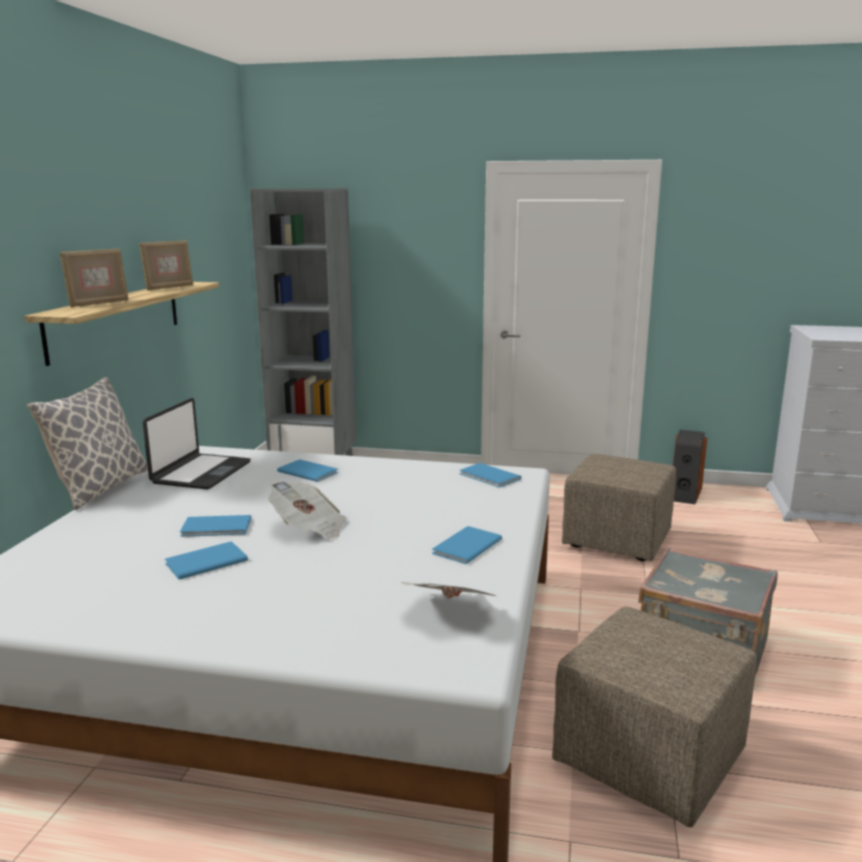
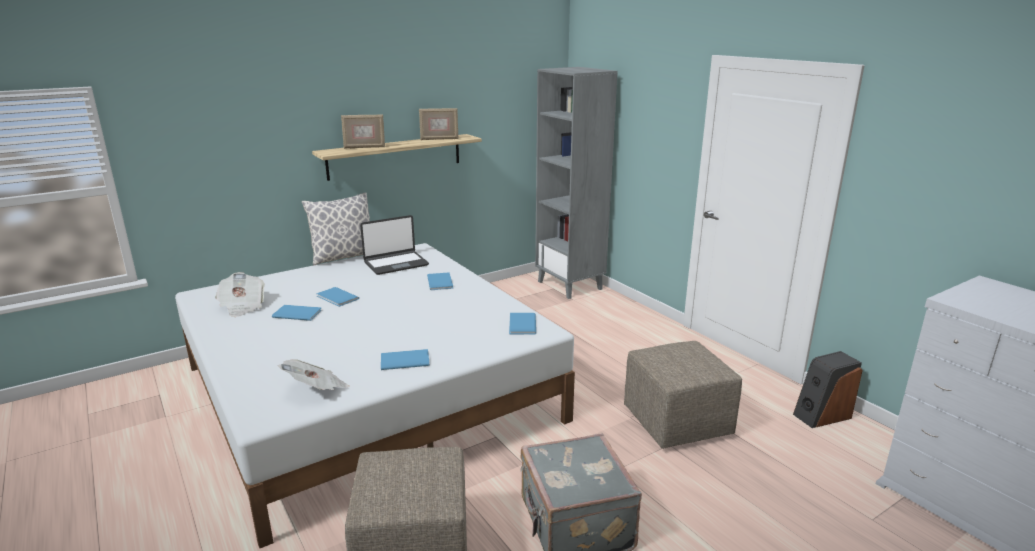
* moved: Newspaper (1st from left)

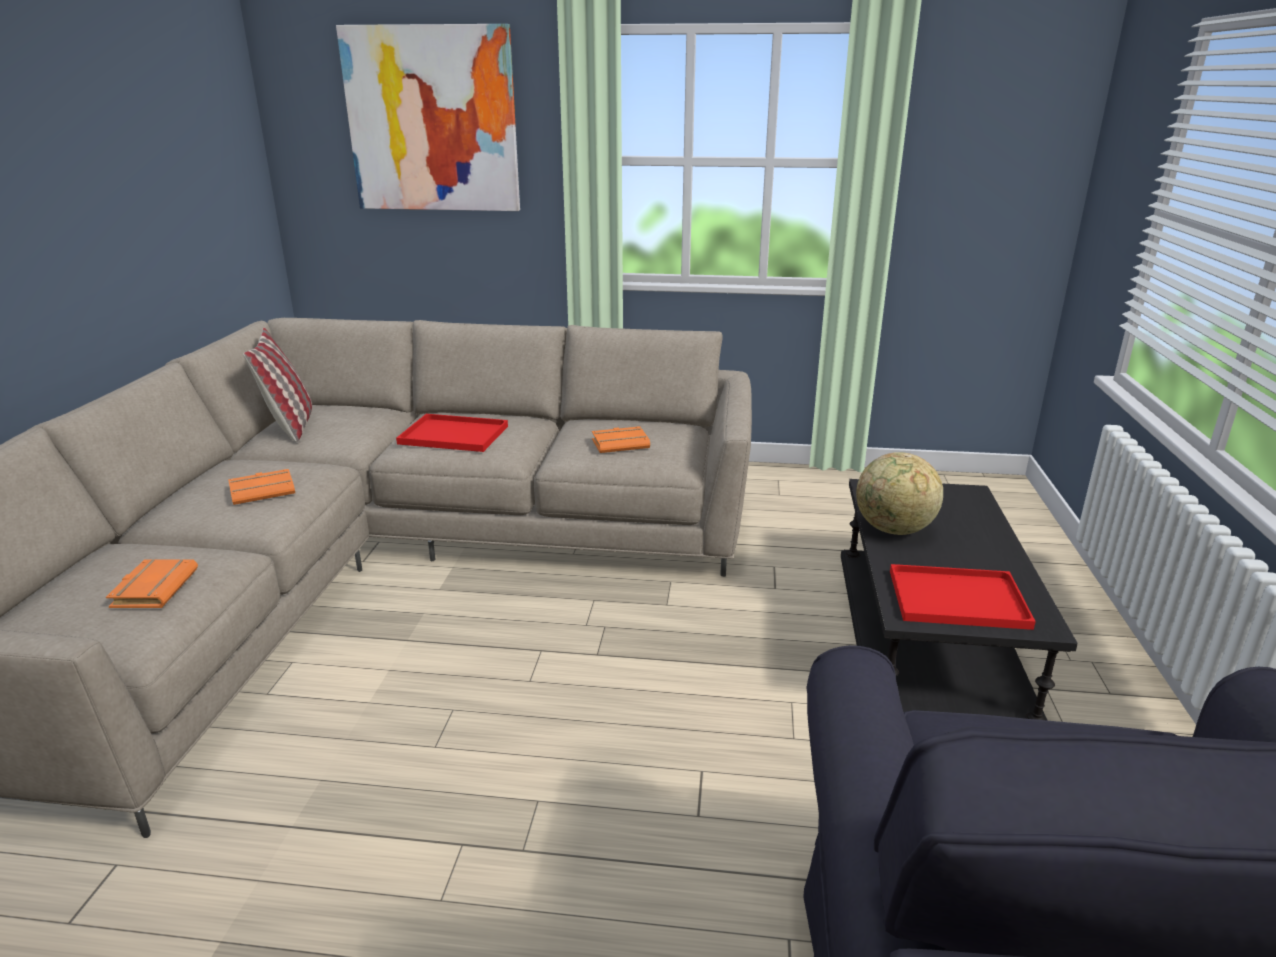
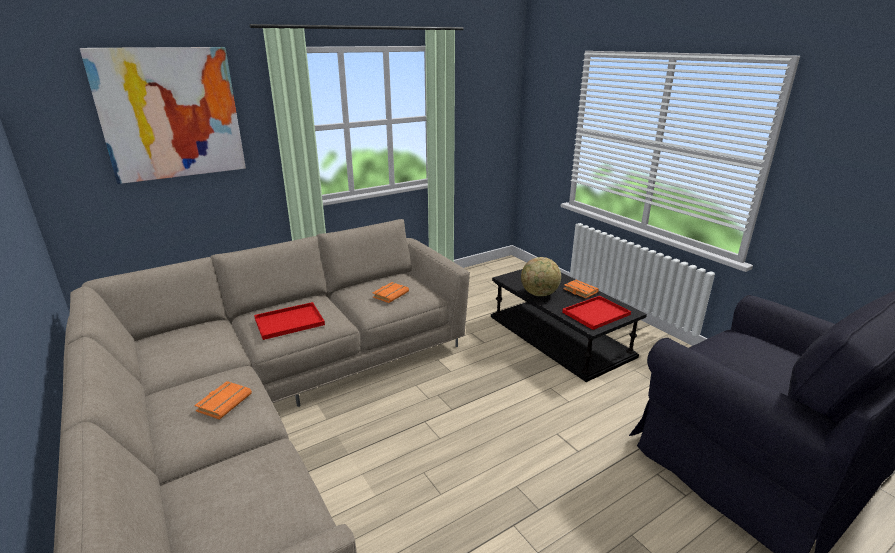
* moved: OrangeBook (1st from left in the first image) to OrangeBook (3rd from left)
* removed: Pillow

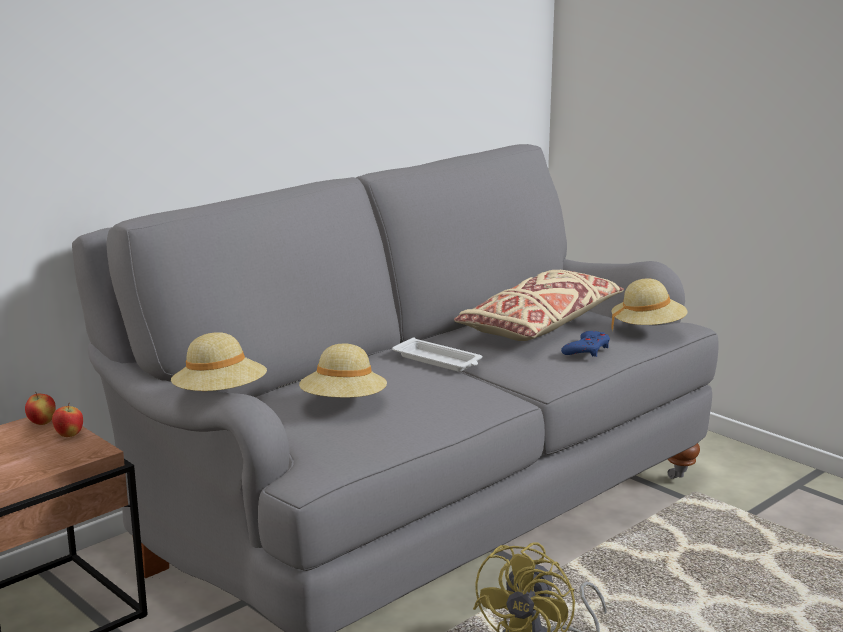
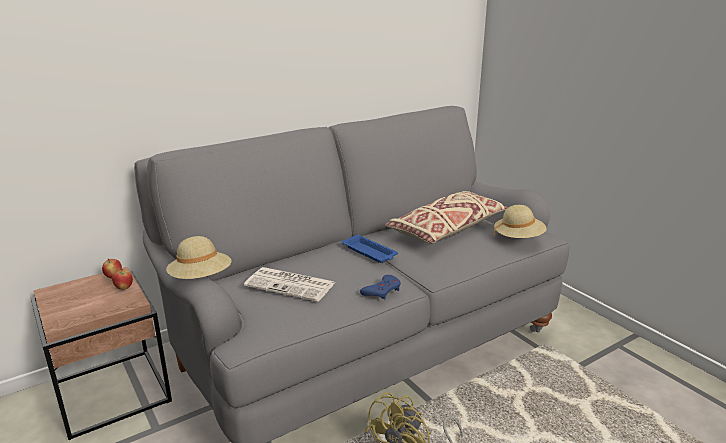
* replaced: BeigeHat (2nd from left) to Newspaper
* recoloured: WhiteTray to BlueTray
* moved: BlueGameController

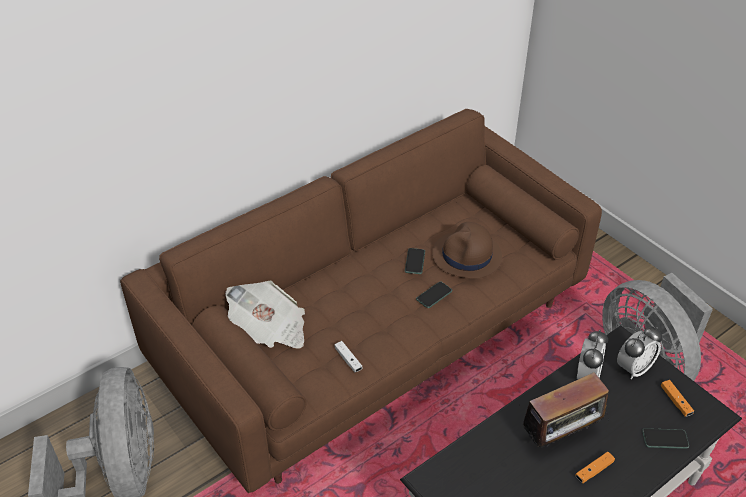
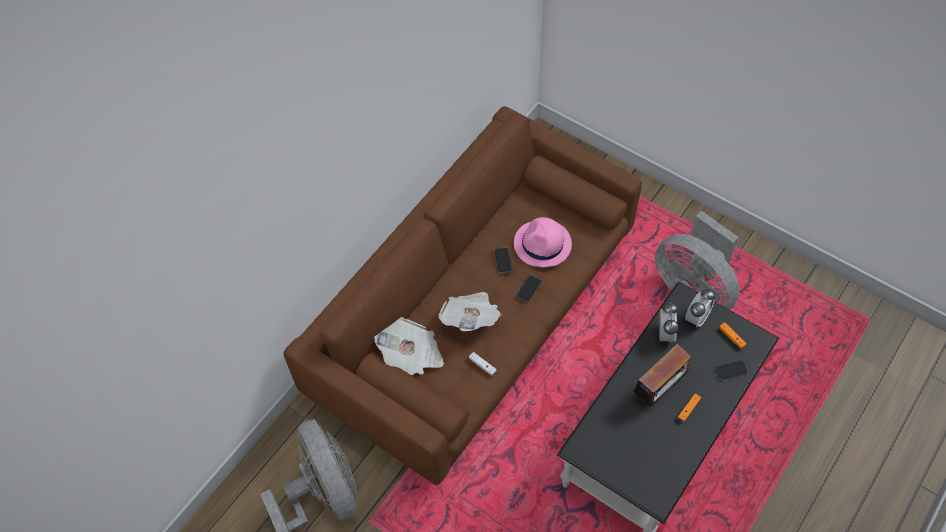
* recoloured: BrownHat to PinkHat
* added: Newspaper (2nd from left)

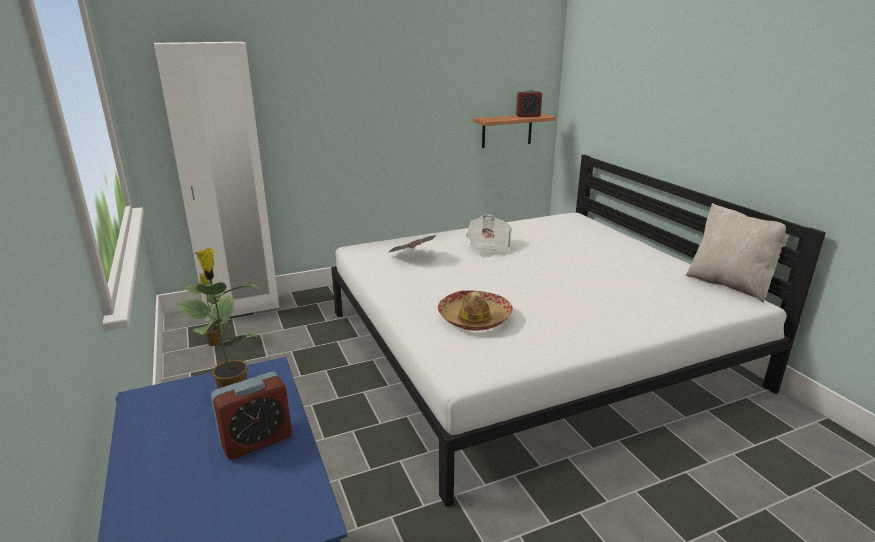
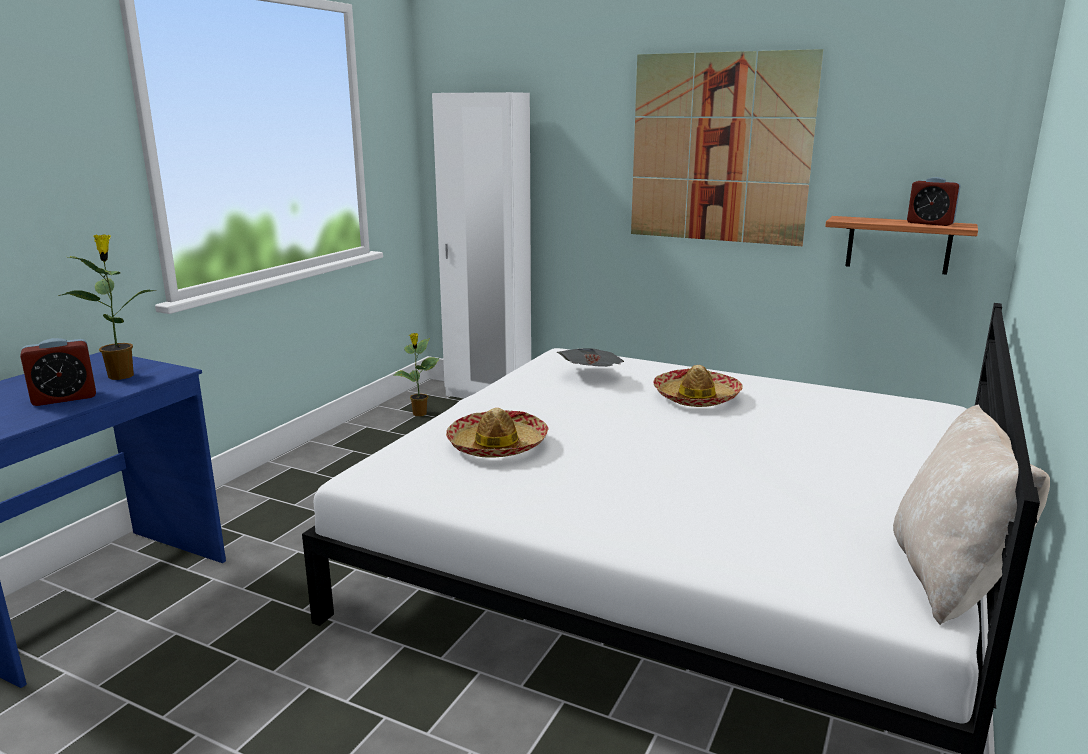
* turned: AlarmClock (1st from left) 45 degrees counterclockwise
* replaced: Newspaper (2nd from left) to Hat (2nd from left)
* added: Picture

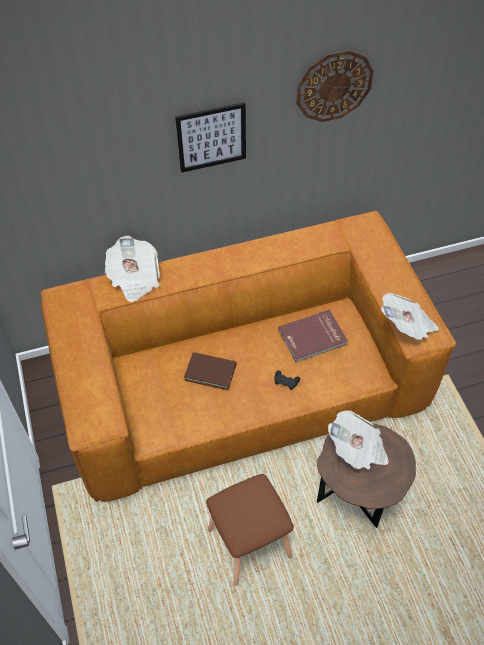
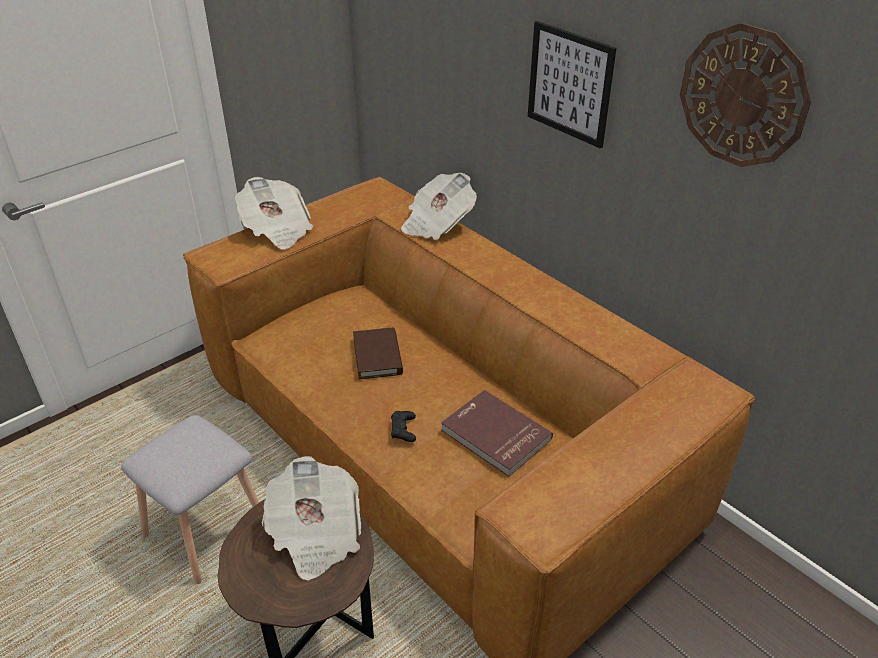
* recoloured: BrownStool to GreyStool
* moved: Newspaper (3rd from left in the first image) to Newspaper (1st from left)

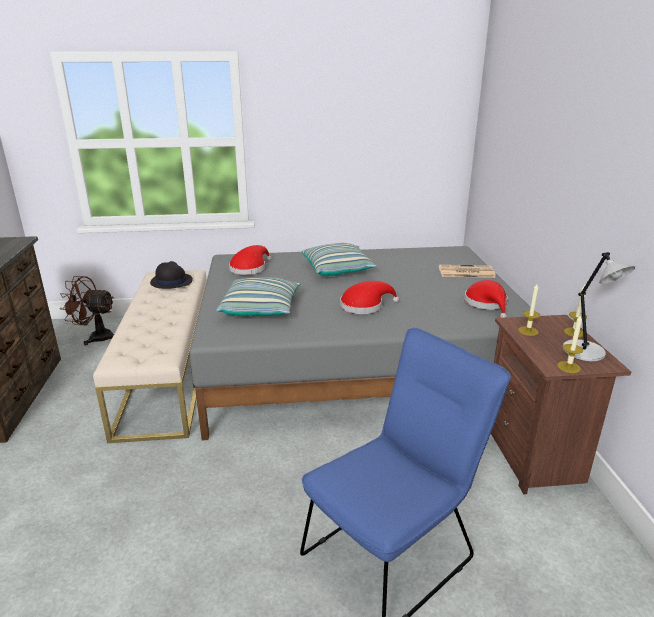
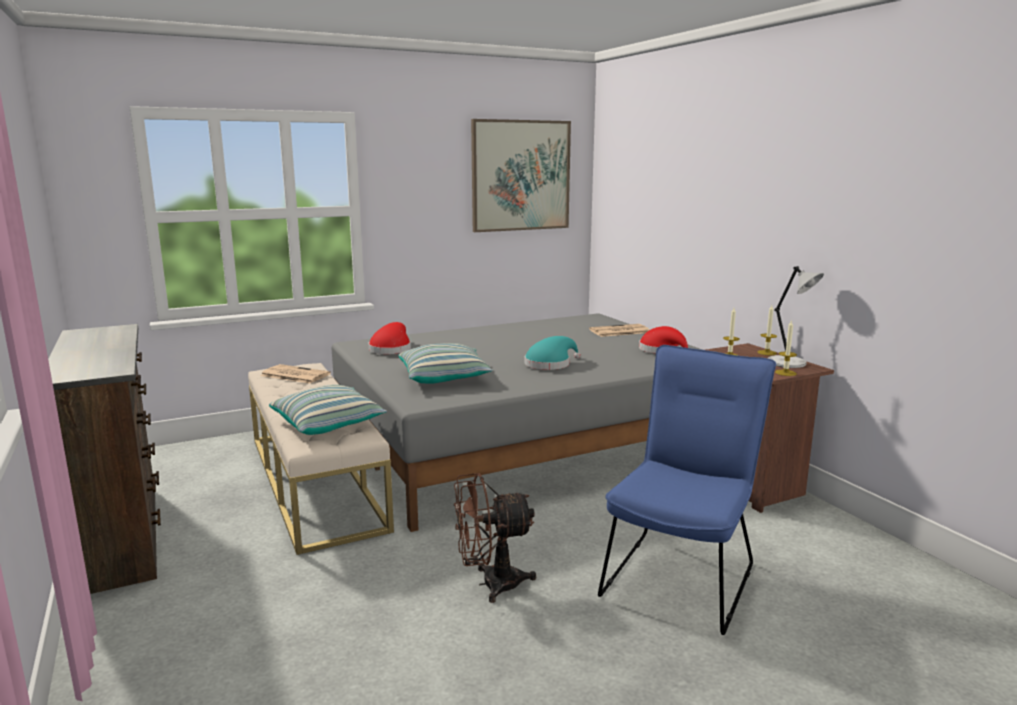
* moved: BrownFan
* replaced: BlackHat to Newspaper (1st from left)
* moved: Pillow (2nd from left in the first image) to Pillow (1st from left)
* recoloured: RedHat (2nd from left) to TurquoiseHat
* added: Picture

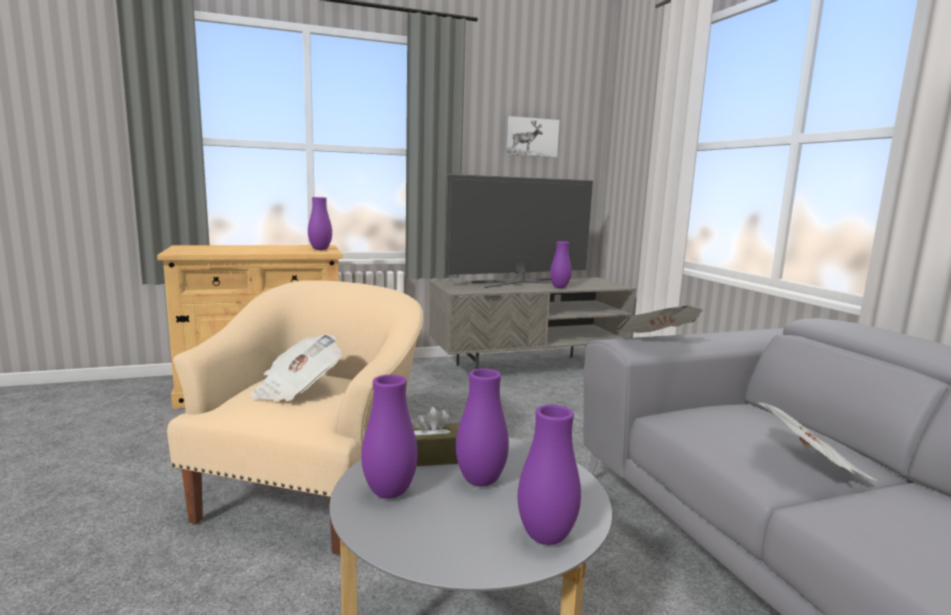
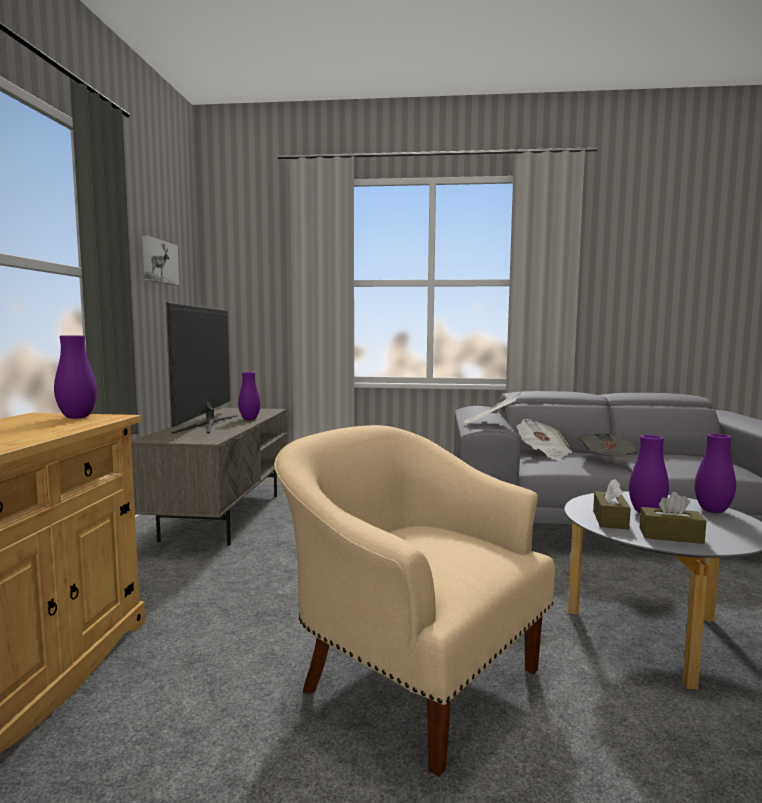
* moved: Newspaper (1st from left in the first image) to Newspaper (2nd from left)
* replaced: PurpleVase (2nd from left) to BrownTissueBox (2nd from left)

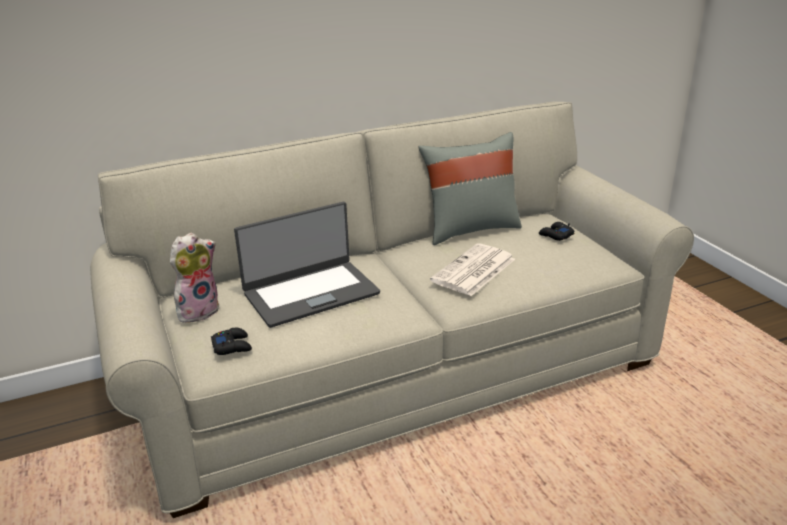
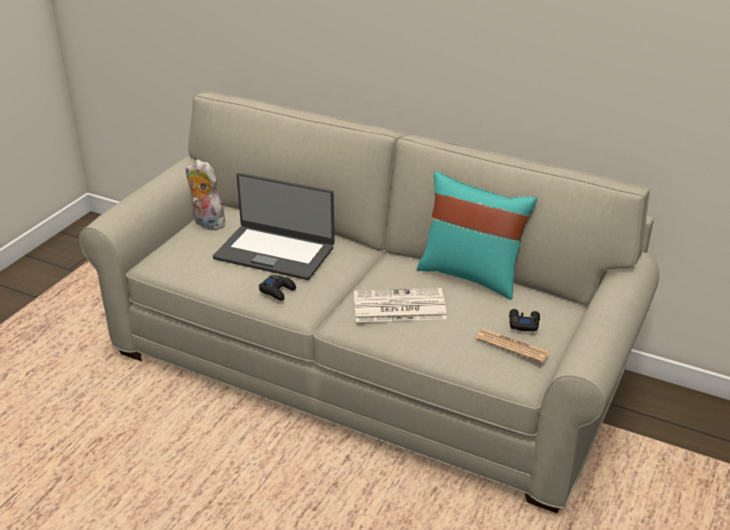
* turned: PlushToy 150 degrees counterclockwise
* moved: BlackGameController (1st from left)
* recoloured: GreyPillow to TurquoisePillow
* added: Newspaper (2nd from left)

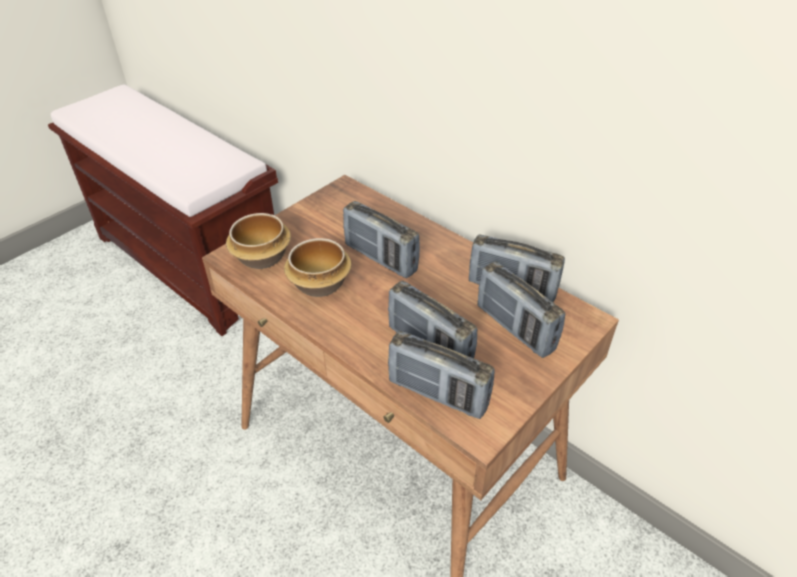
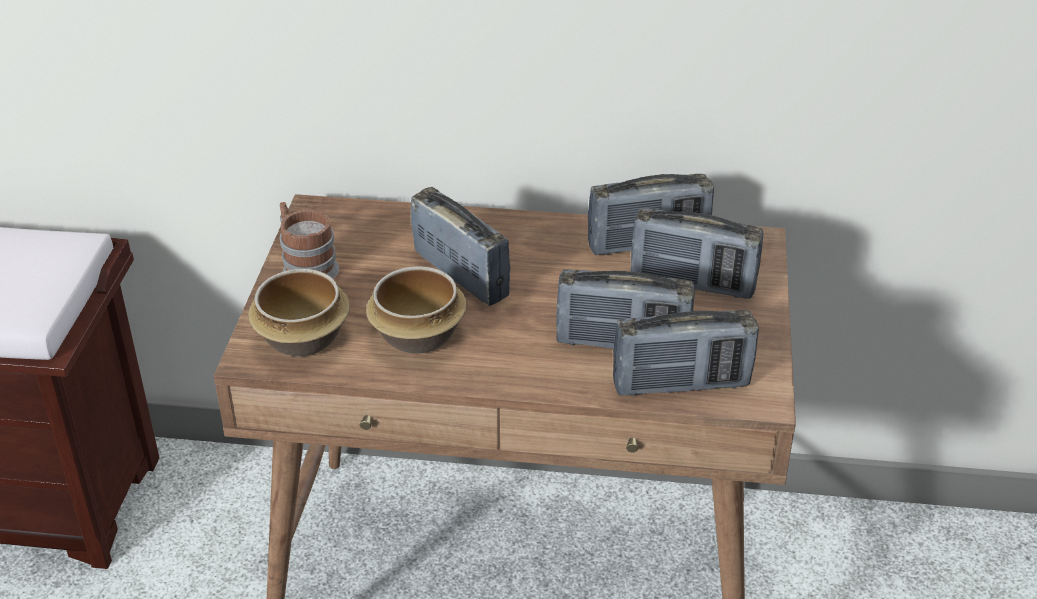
* turned: Radio (1st from left) 135 degrees counterclockwise
* added: Mug

